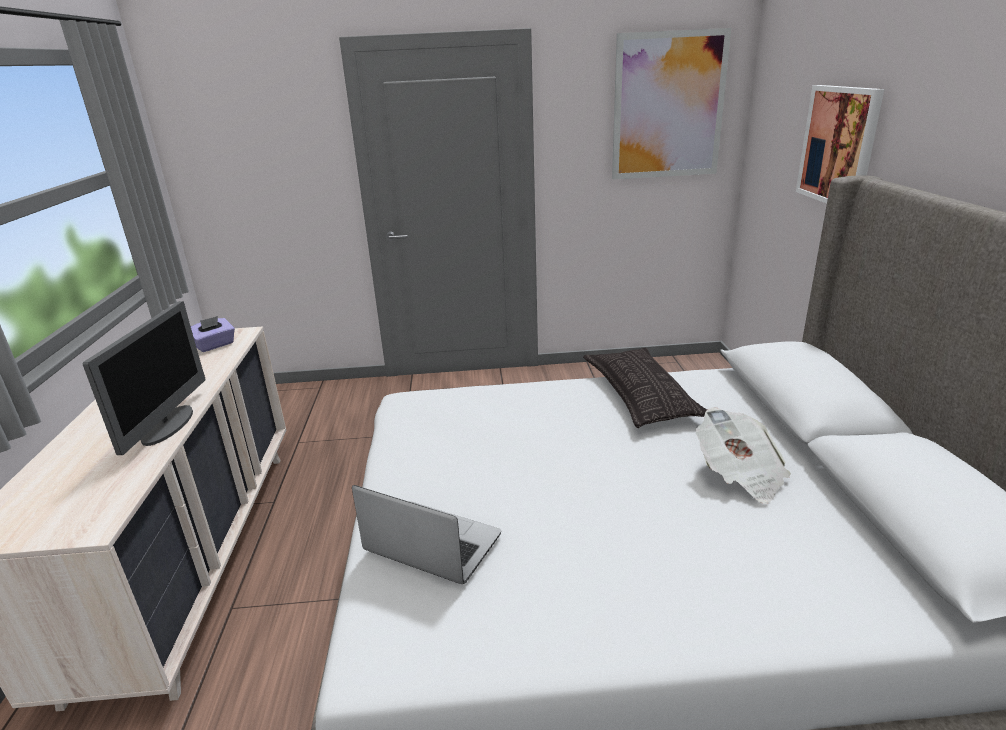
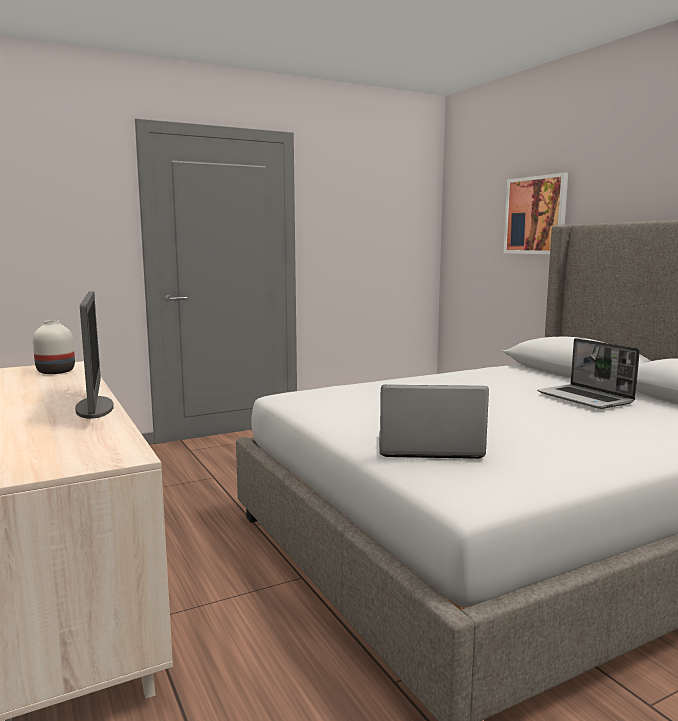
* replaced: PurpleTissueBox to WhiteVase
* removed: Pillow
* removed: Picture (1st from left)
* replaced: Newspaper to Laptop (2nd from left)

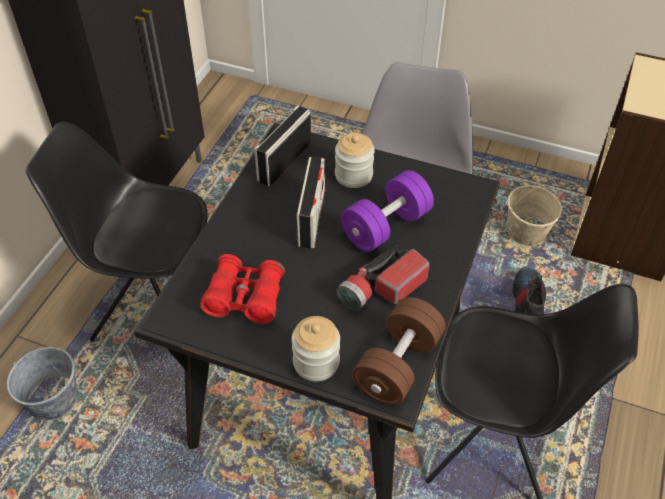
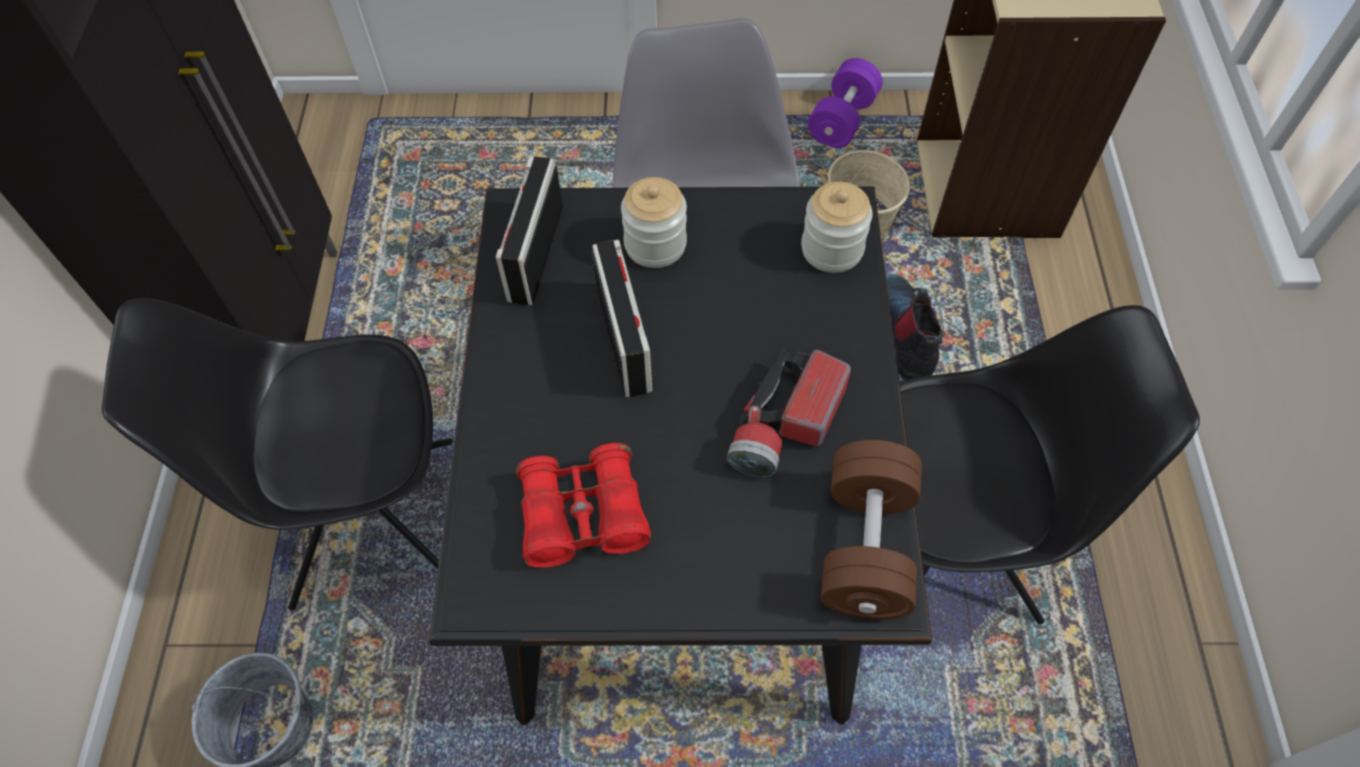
* moved: Jar (1st from left in the first image) to Jar (2nd from left)
* moved: PurpleDumbbell

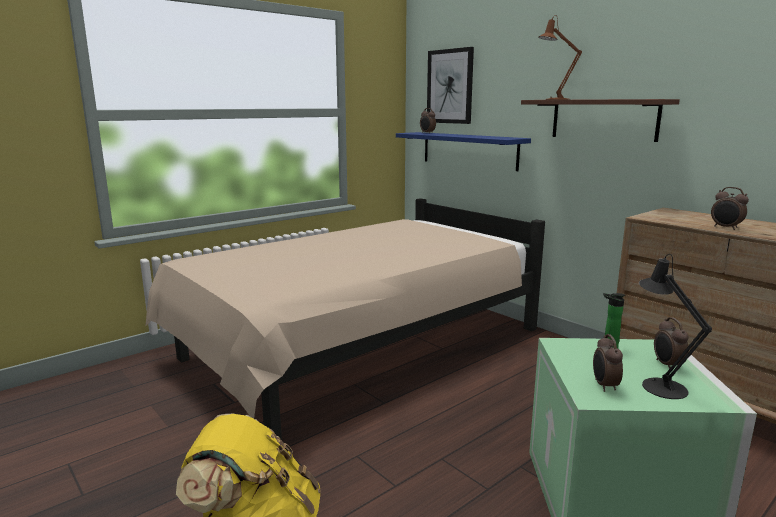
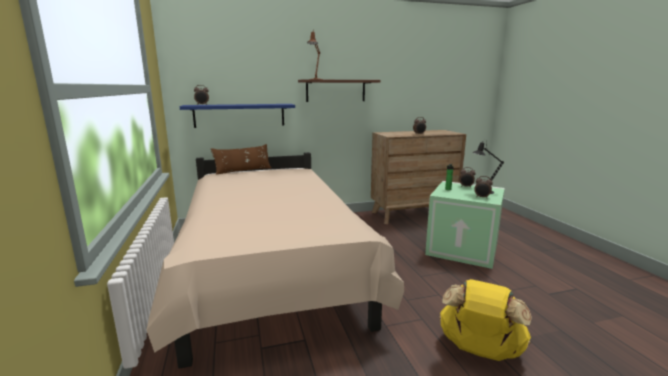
* removed: Picture
* added: BrownPillow

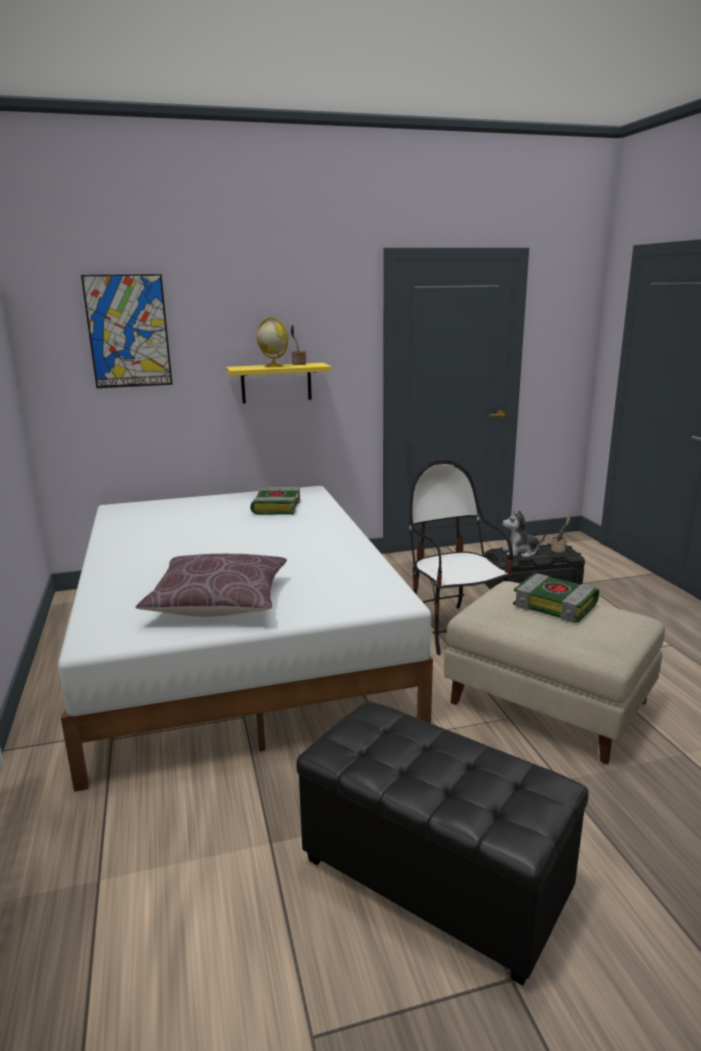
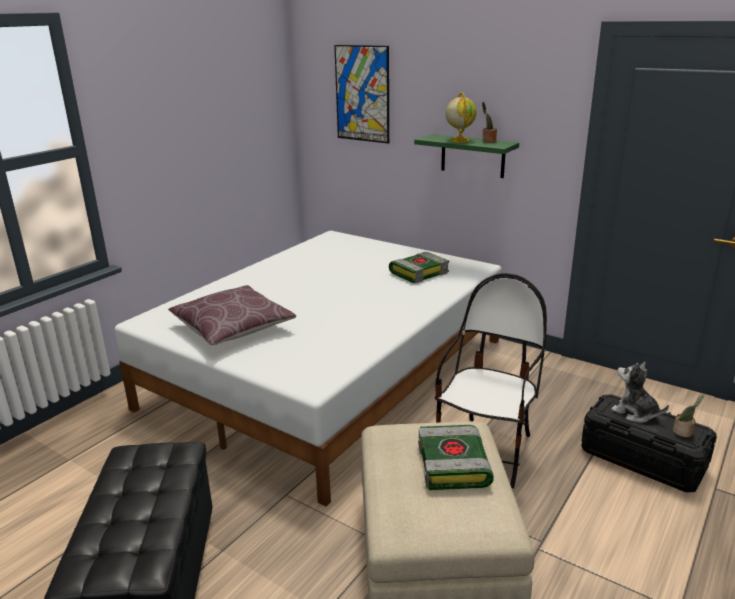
* recoloured: YellowShelf to GreenShelf

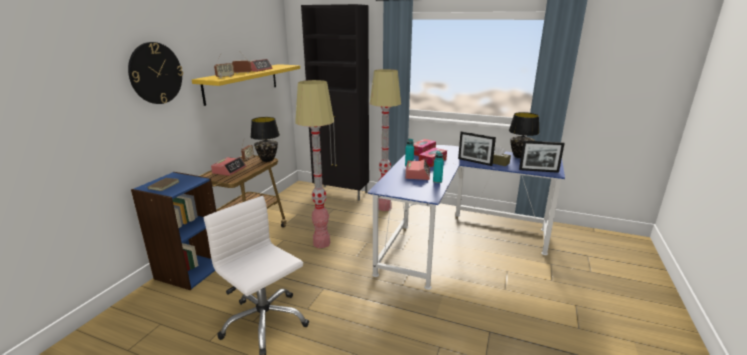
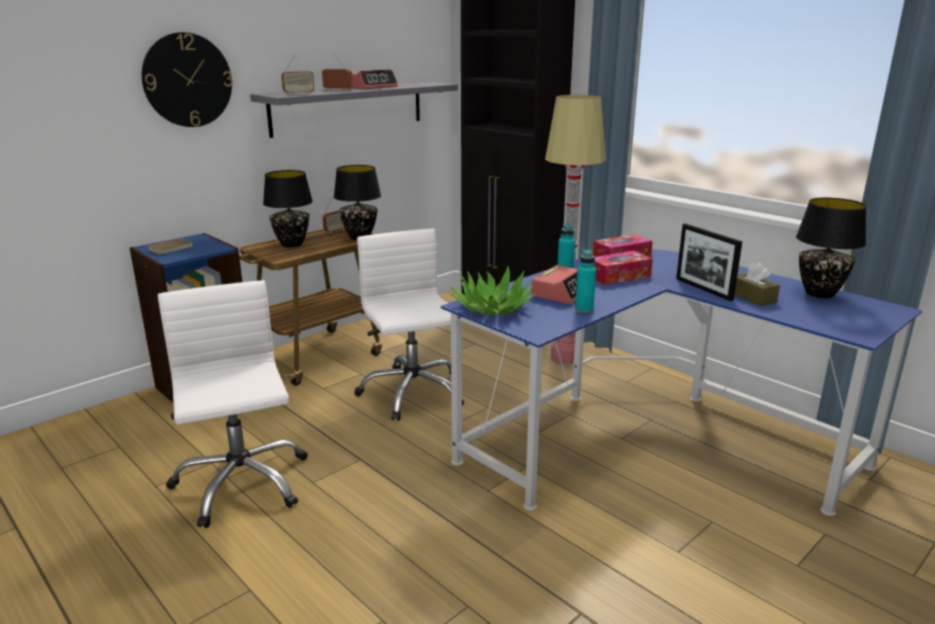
* recoloured: YellowShelf to GreyShelf
* replaced: AlarmClock (1st from left) to BlackTableLamp (1st from left)
* replaced: FloorLamp (1st from left) to WhiteOfficeChair (2nd from left)
* removed: PictureFrame (2nd from left)
* added: PottedPlant

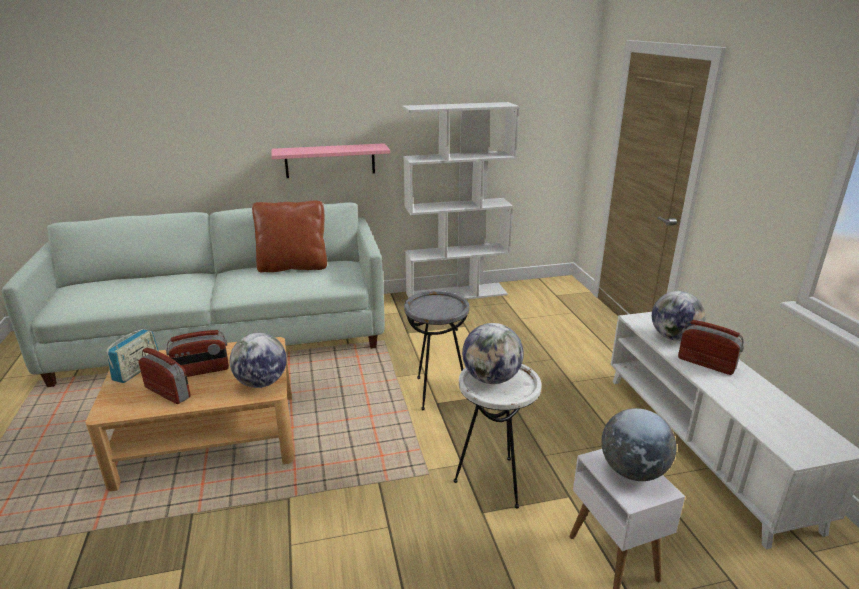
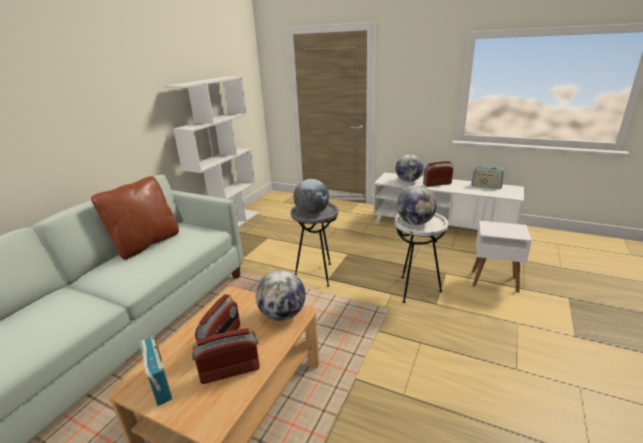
* removed: PinkShelf
* moved: Globe (3rd from left in the first image) to Globe (2nd from left)
* added: Radio (5th from left)

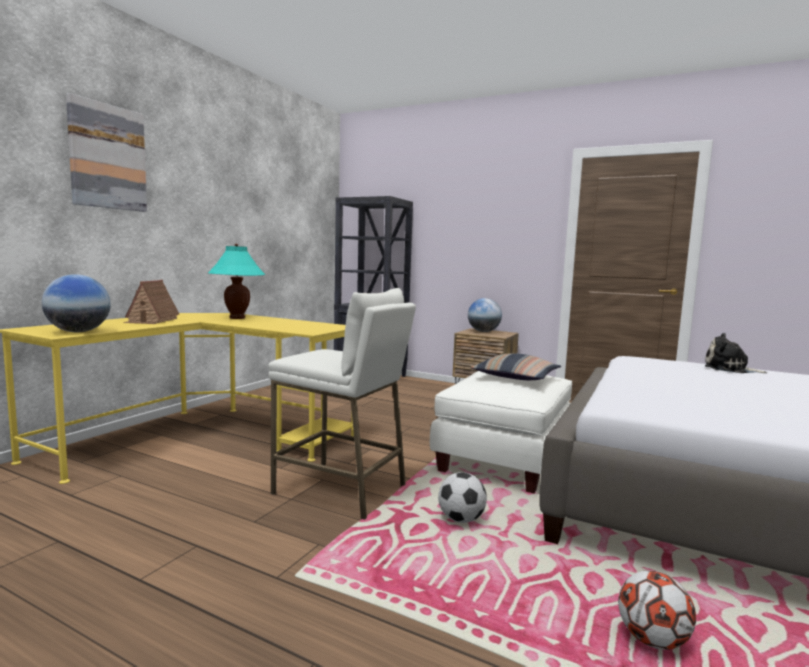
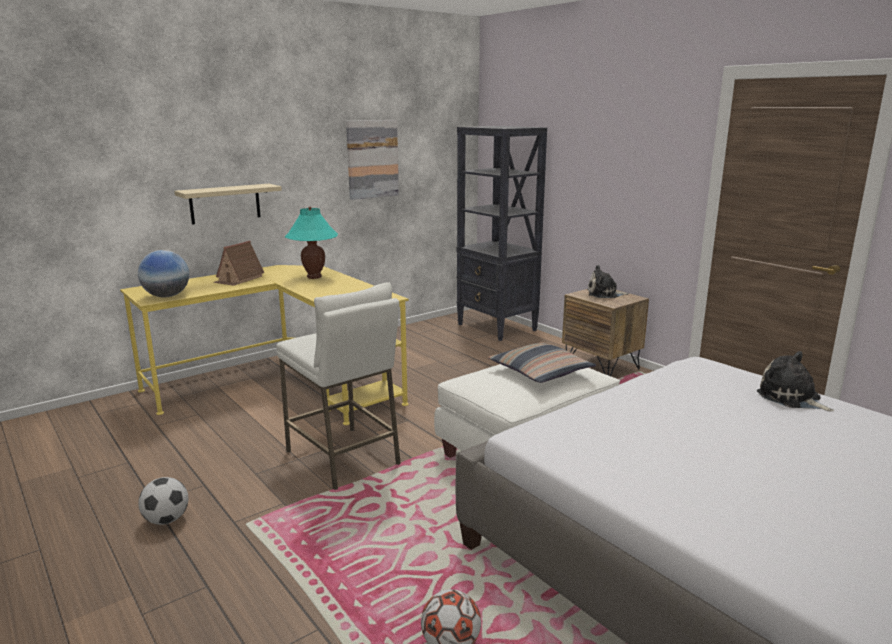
* moved: Picture
* moved: Football (1st from left)
* replaced: Globe (2nd from left) to PlushToy (1st from left)
* added: BeigeShelf

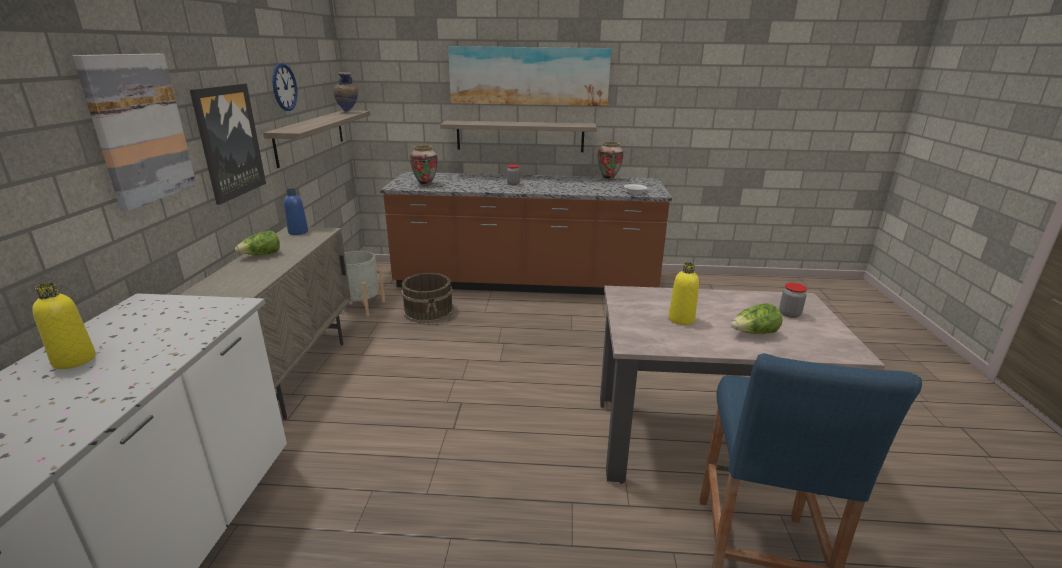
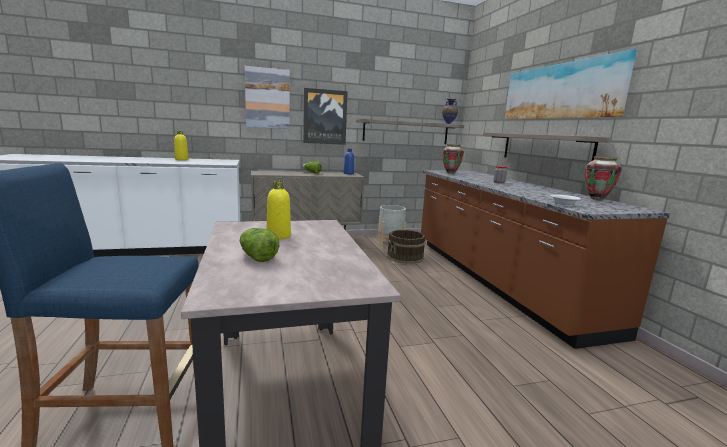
* removed: WallClock
* removed: Jar (2nd from left)

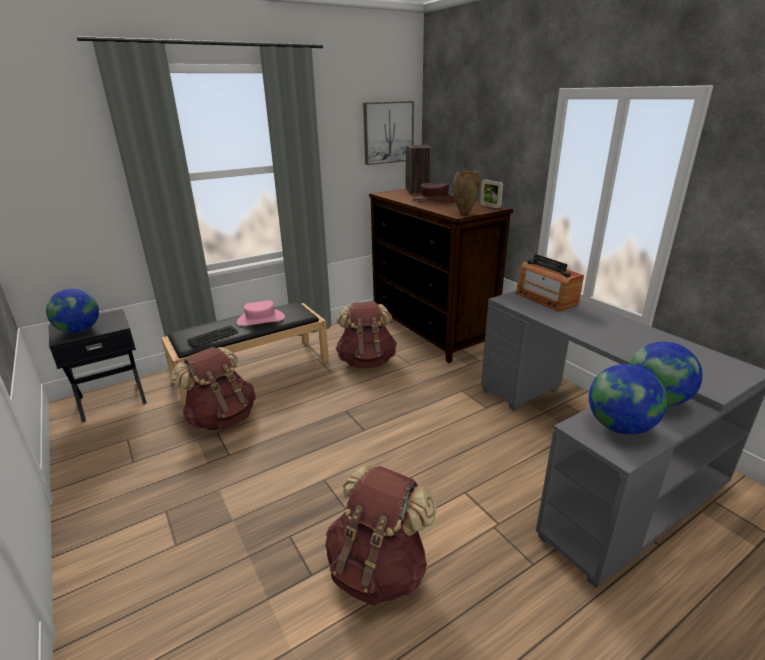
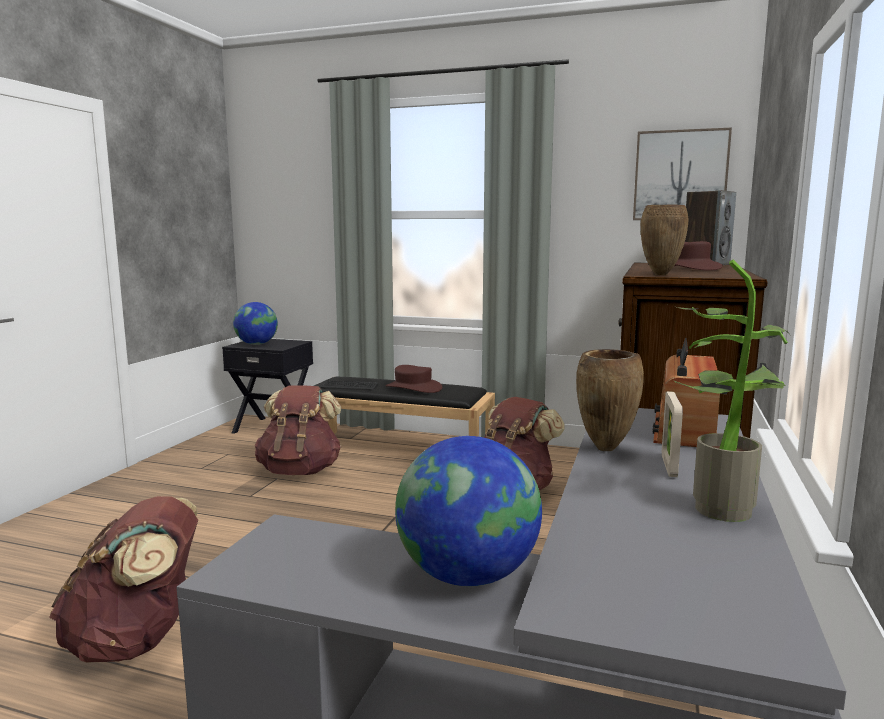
* recoloured: PinkHat to BrownHat (1st from left)
* moved: PictureFrame
* removed: Globe (2nd from left)
* added: BrownVase (1st from left)
* added: PottedPlant

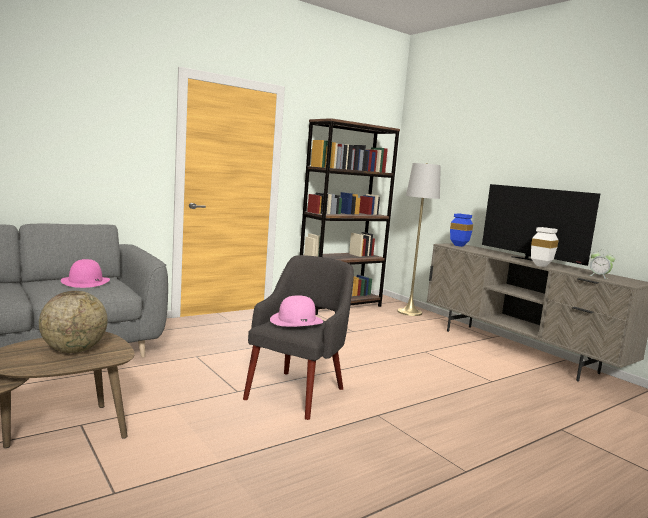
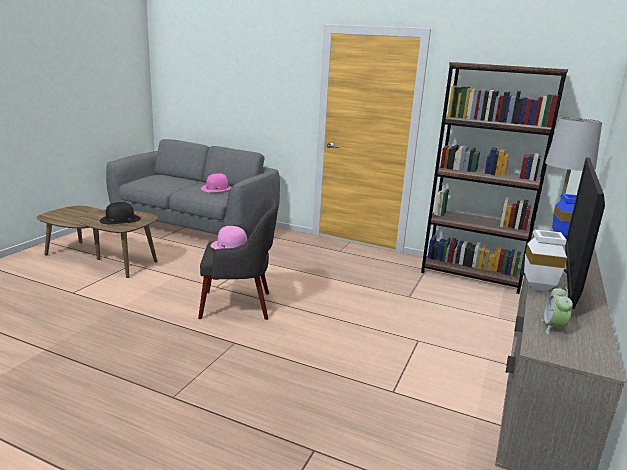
* replaced: Globe to BlackHat

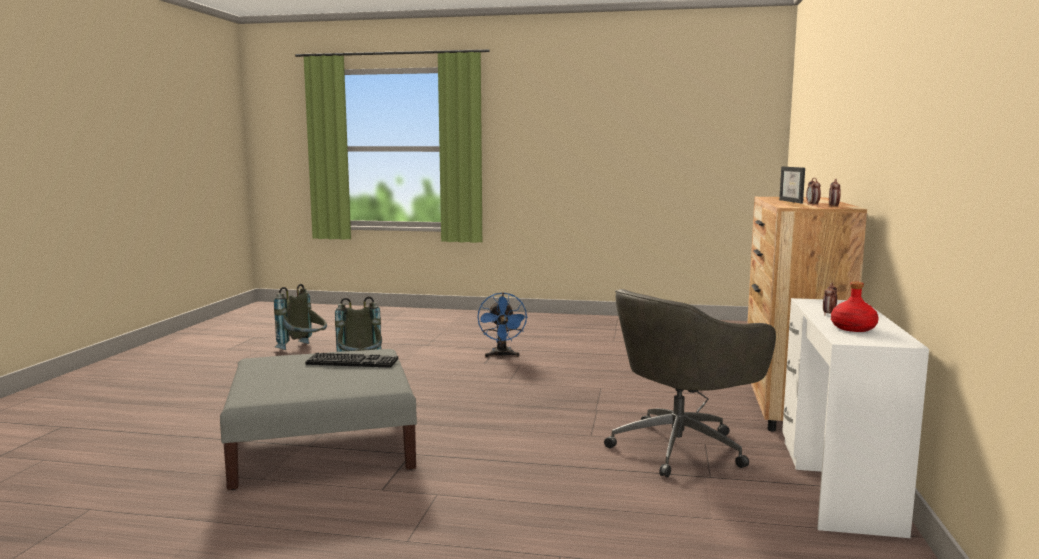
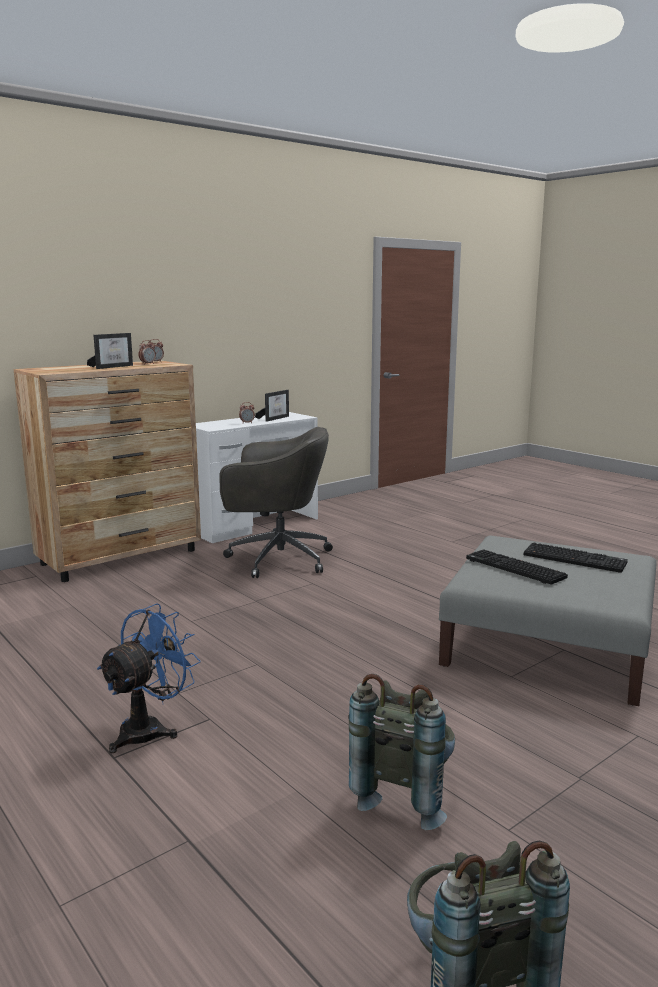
* replaced: RedBottle to PictureFrame (2nd from left)
* added: Keyboard (2nd from left)

